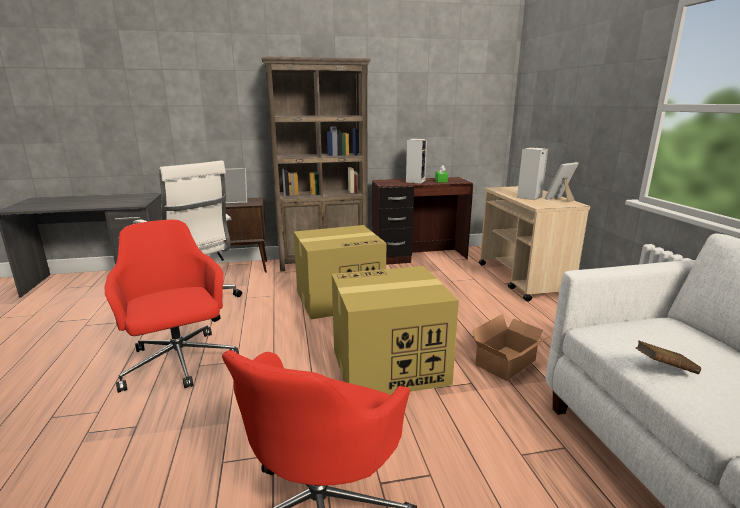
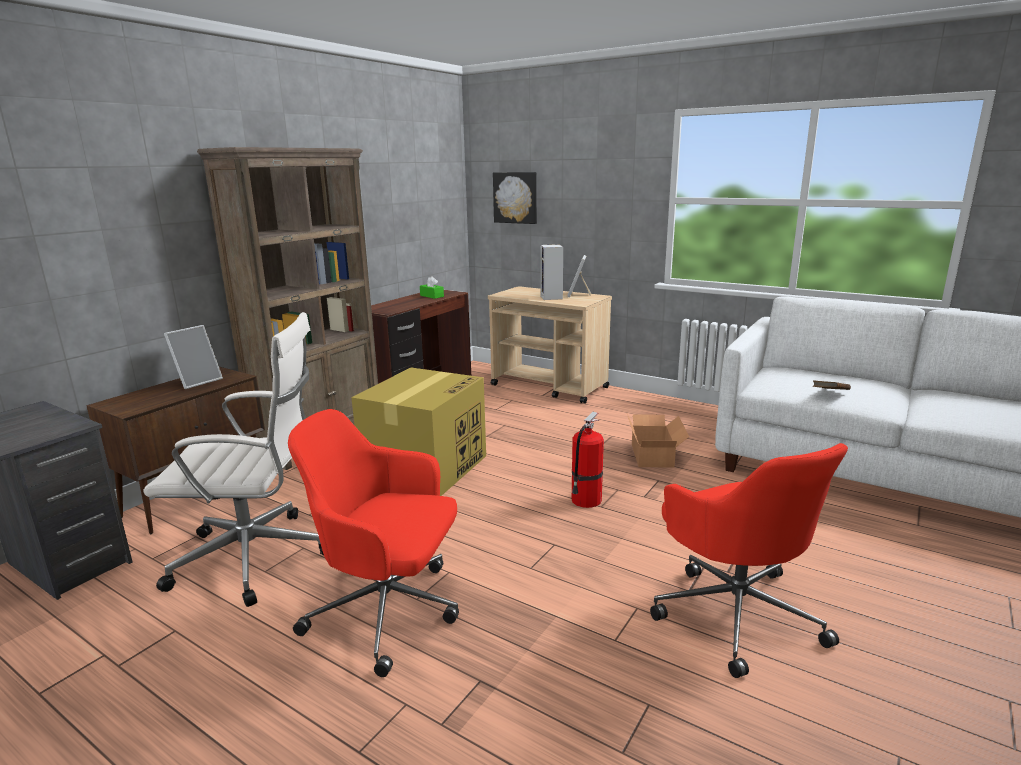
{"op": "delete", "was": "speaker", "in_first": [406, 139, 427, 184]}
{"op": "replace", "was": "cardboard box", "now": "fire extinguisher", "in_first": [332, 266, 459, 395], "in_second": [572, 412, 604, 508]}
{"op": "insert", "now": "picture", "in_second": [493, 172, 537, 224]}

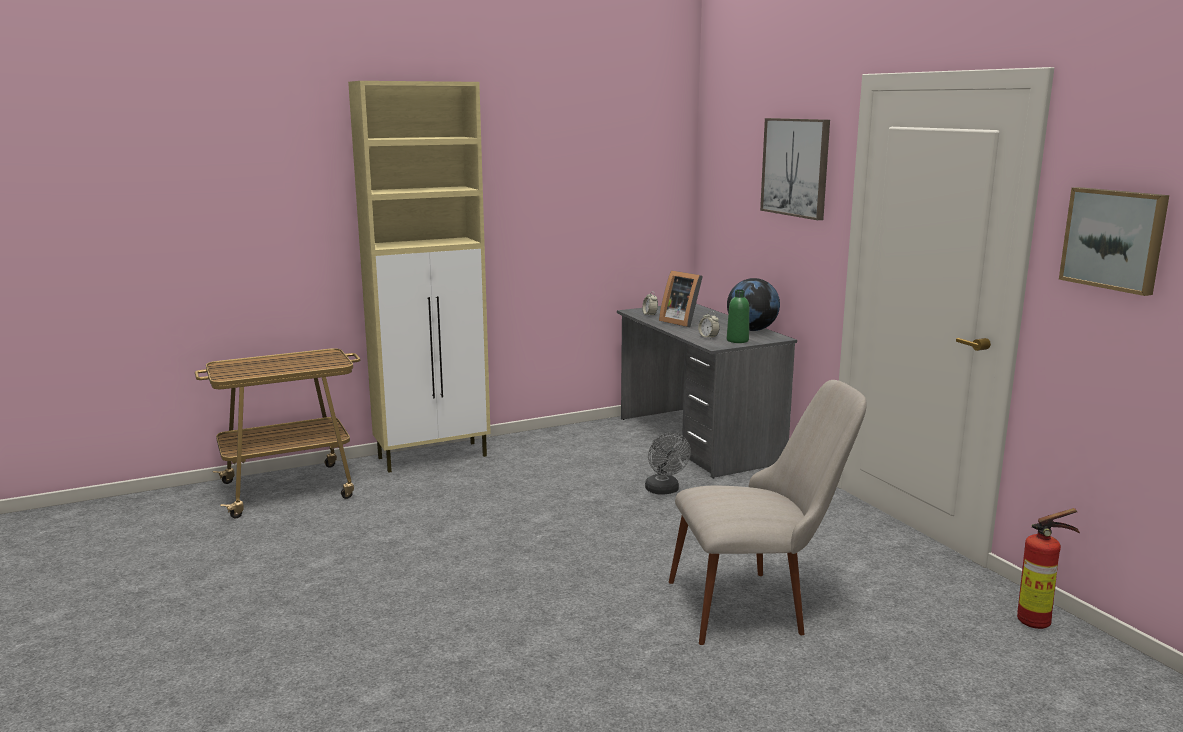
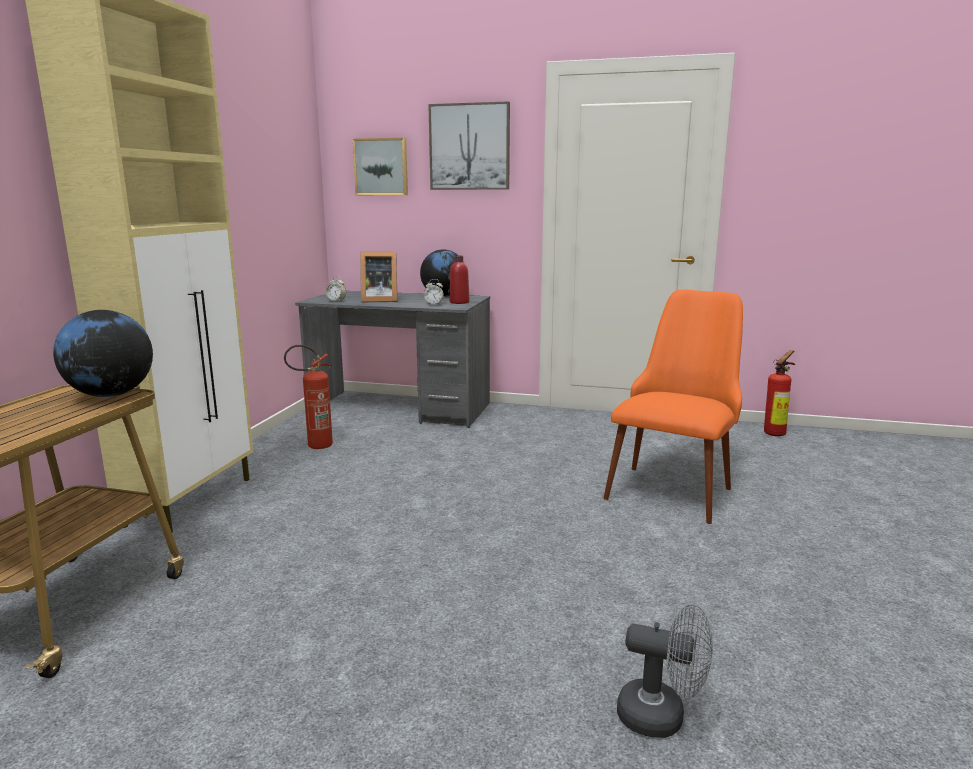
{"op": "move", "was": "picture", "in_first": [1059, 187, 1169, 296], "in_second": [353, 138, 408, 195]}
{"op": "recolor", "was": "green bottle", "now": "red bottle", "in_first": [727, 289, 749, 343], "in_second": [450, 256, 469, 304]}
{"op": "recolor", "was": "beige chair", "now": "orange chair", "in_first": [669, 380, 867, 645], "in_second": [604, 289, 743, 524]}
{"op": "move", "was": "grey fan", "in_first": [645, 432, 691, 495], "in_second": [617, 604, 713, 738]}
{"op": "insert", "now": "globe", "in_second": [53, 310, 153, 397]}
{"op": "insert", "now": "fire extinguisher", "in_second": [284, 345, 333, 449]}

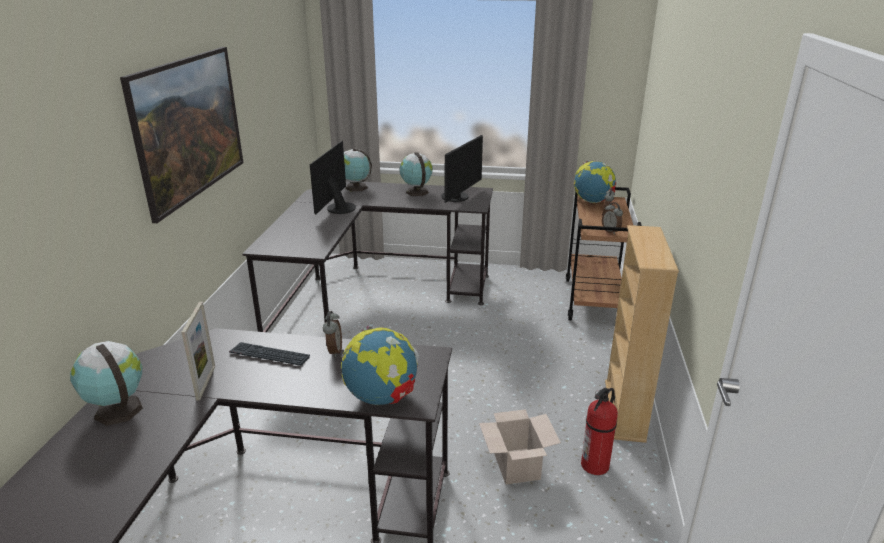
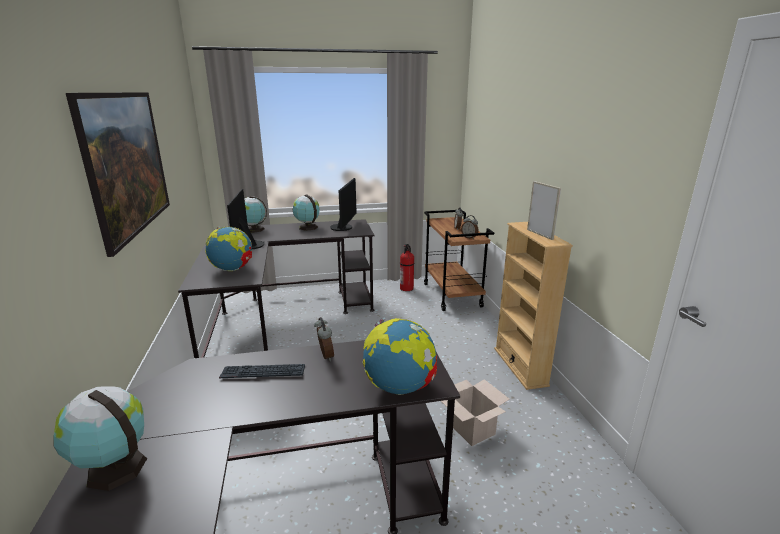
{"op": "move", "was": "globe", "in_first": [574, 160, 616, 203], "in_second": [205, 227, 252, 271]}
{"op": "move", "was": "picture frame", "in_first": [181, 302, 215, 400], "in_second": [527, 181, 561, 240]}
{"op": "move", "was": "fire extinguisher", "in_first": [581, 388, 618, 475], "in_second": [400, 244, 414, 291]}

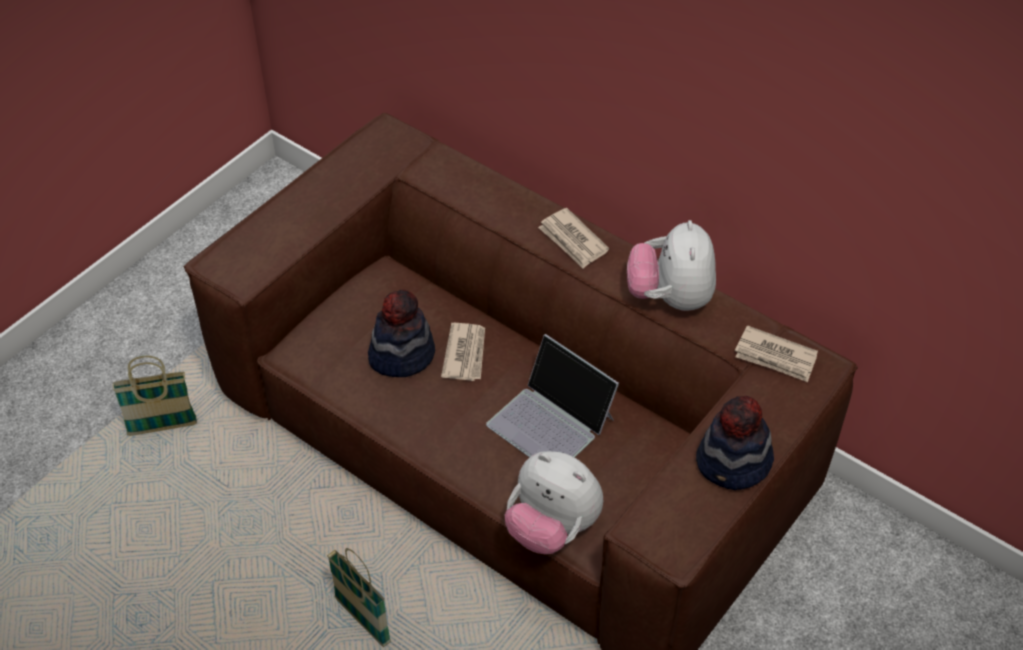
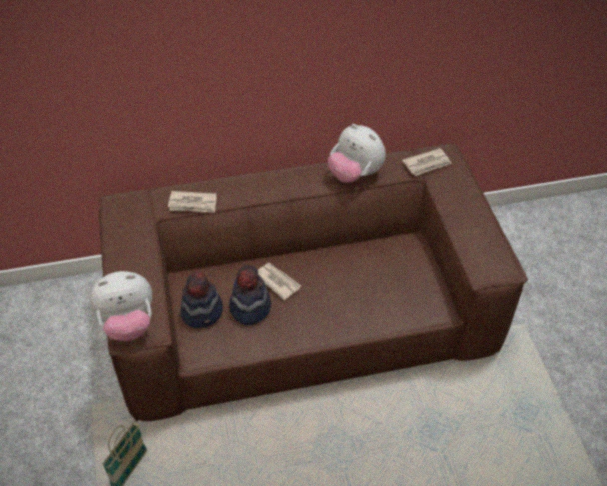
{"op": "move", "was": "newspaper", "in_first": [538, 208, 609, 269], "in_second": [168, 191, 217, 213]}
{"op": "delete", "was": "laptop", "in_first": [486, 334, 619, 457]}
{"op": "move", "was": "hat", "in_first": [696, 396, 774, 490], "in_second": [180, 272, 223, 328]}
{"op": "move", "was": "plush toy", "in_first": [505, 451, 603, 554], "in_second": [90, 271, 152, 341]}
{"op": "delete", "was": "basket", "in_first": [327, 548, 391, 647]}

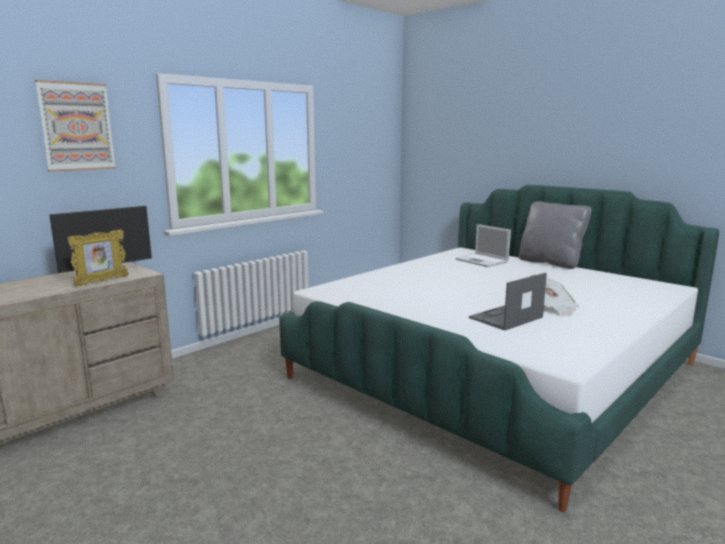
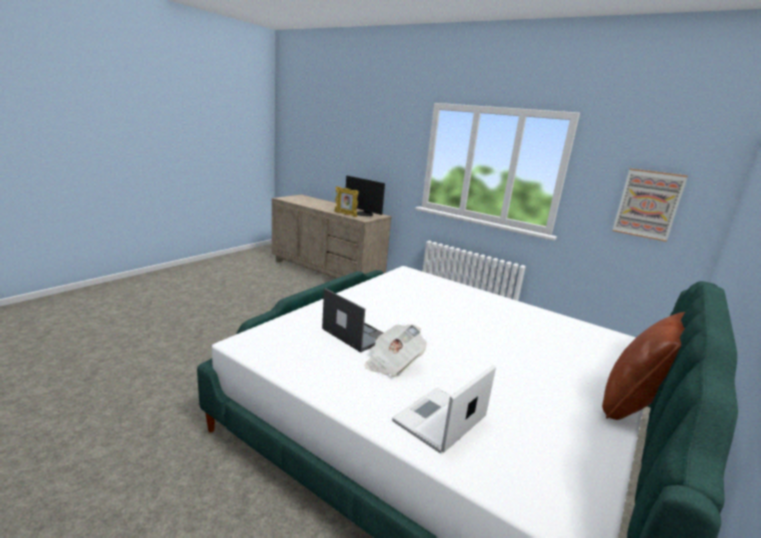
{"op": "move", "was": "picture", "in_first": [35, 80, 116, 172], "in_second": [612, 168, 688, 242]}
{"op": "recolor", "was": "grey pillow", "now": "brown pillow", "in_first": [519, 201, 591, 269], "in_second": [602, 312, 685, 420]}
{"op": "move", "was": "laptop", "in_first": [455, 224, 511, 267], "in_second": [392, 365, 496, 453]}

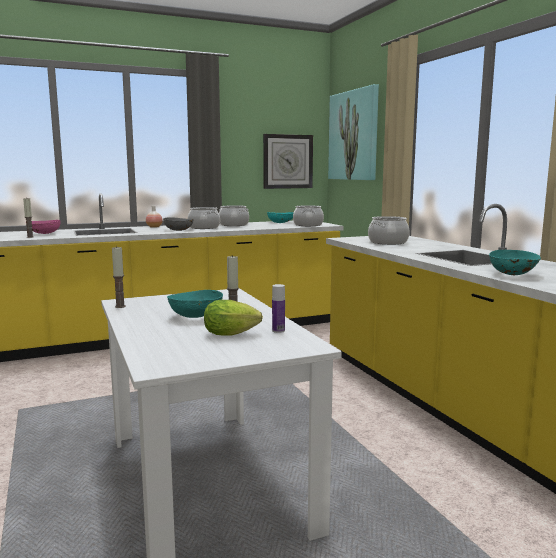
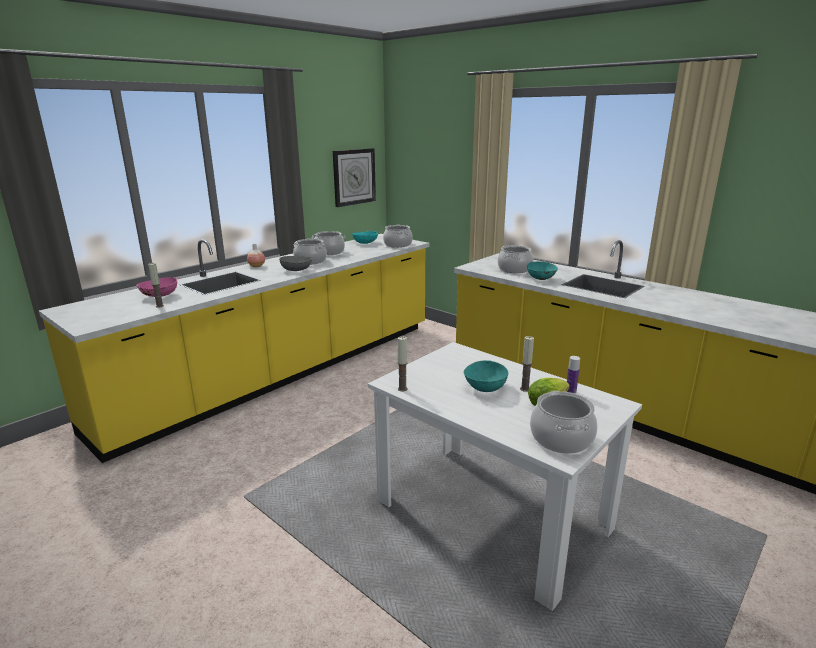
{"op": "delete", "was": "picture", "in_first": [328, 84, 379, 180]}
{"op": "move", "was": "turquoise bowl", "in_first": [489, 250, 541, 275], "in_second": [527, 261, 558, 280]}
{"op": "insert", "now": "cooking pot", "in_second": [530, 391, 597, 454]}

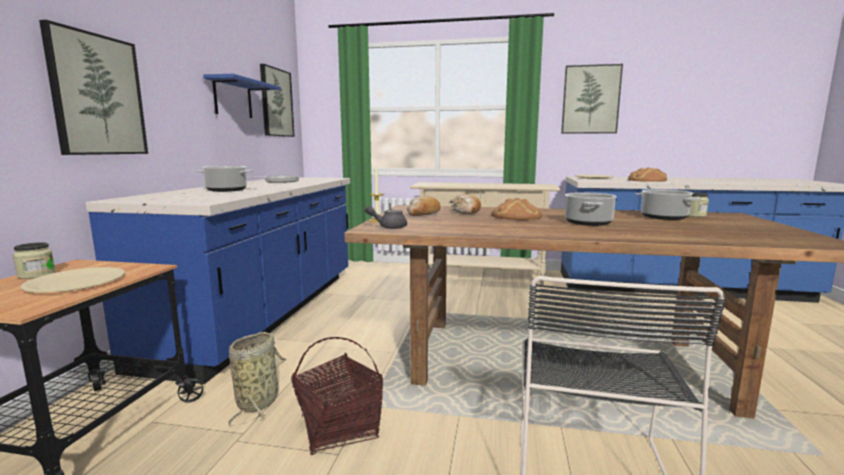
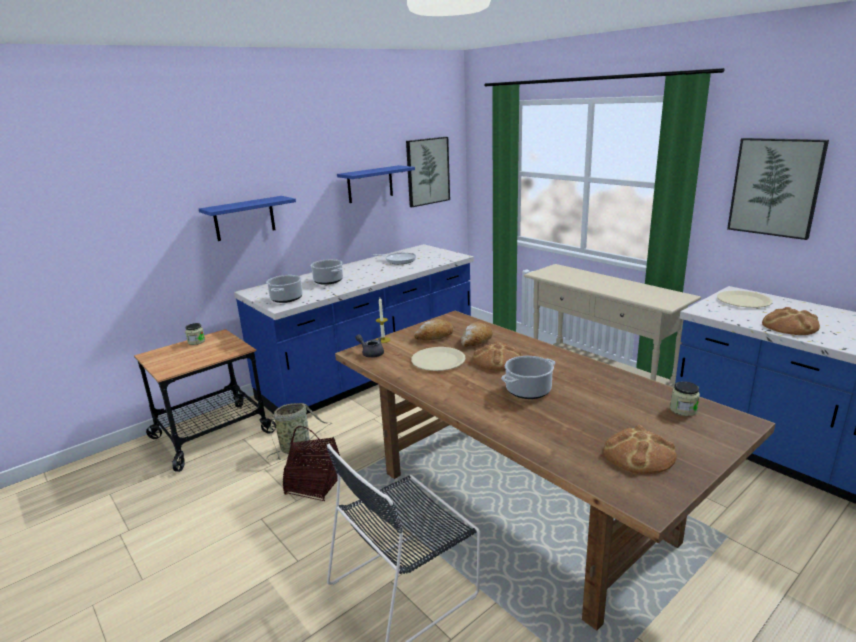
{"op": "replace", "was": "picture", "now": "blue shelf", "in_first": [39, 20, 148, 155], "in_second": [199, 196, 296, 241]}
{"op": "move", "was": "cooking pot", "in_first": [635, 189, 701, 220], "in_second": [266, 275, 303, 303]}
{"op": "move", "was": "beige plate", "in_first": [20, 267, 125, 293], "in_second": [411, 347, 466, 371]}
{"op": "insert", "now": "bread", "in_second": [603, 425, 676, 474]}

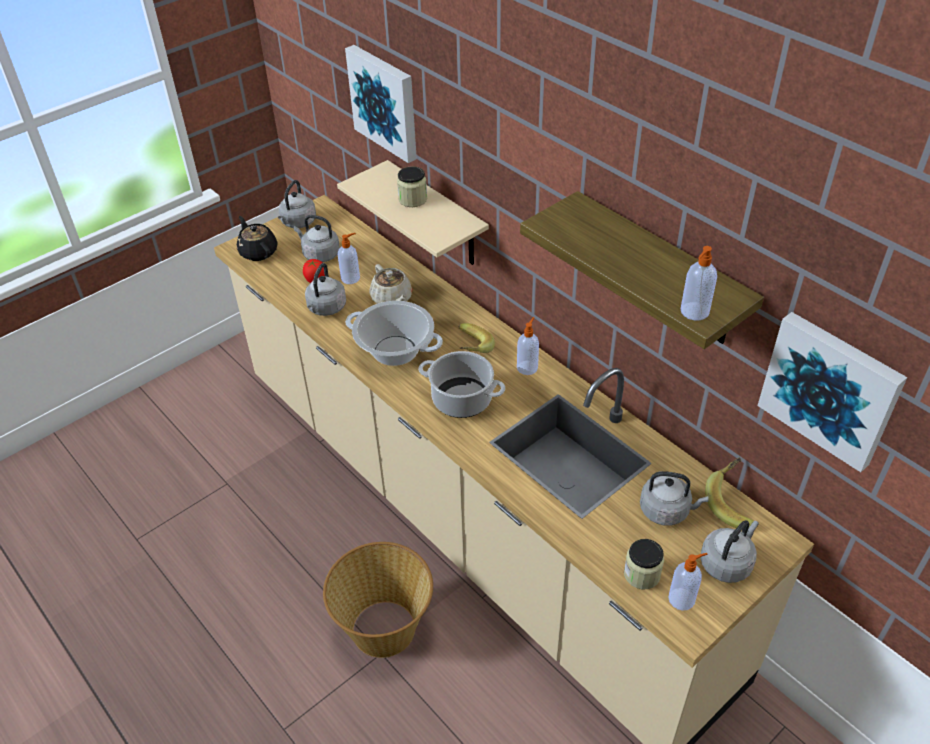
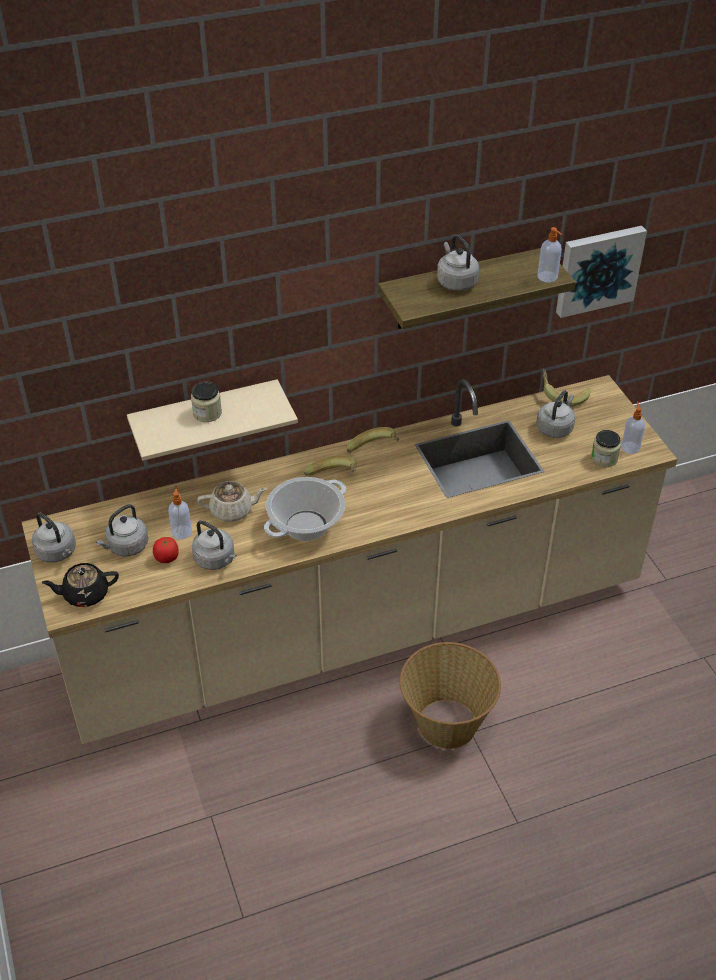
{"op": "delete", "was": "picture", "in_first": [345, 45, 417, 163]}
{"op": "replace", "was": "soap dispenser", "now": "banana", "in_first": [517, 317, 539, 375], "in_second": [347, 427, 400, 453]}
{"op": "delete", "was": "cooking pot", "in_first": [419, 351, 505, 418]}
{"op": "move", "was": "grey kettle", "in_first": [700, 520, 759, 583], "in_second": [437, 235, 479, 291]}

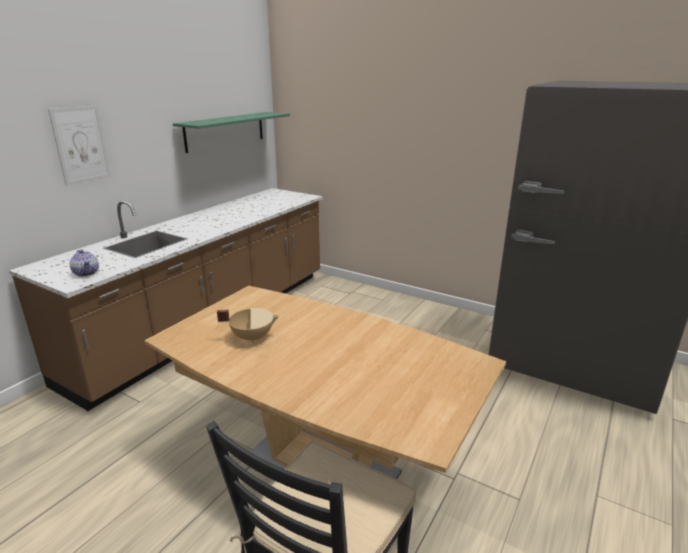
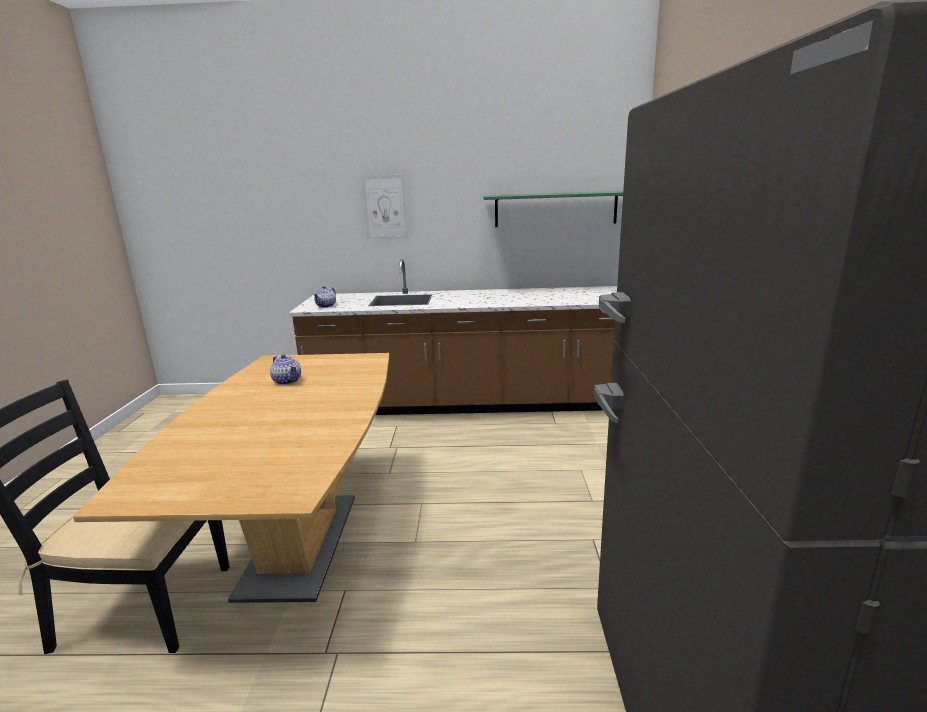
{"op": "replace", "was": "beige cooking pot", "now": "teapot", "in_first": [217, 308, 279, 343], "in_second": [270, 354, 301, 385]}

